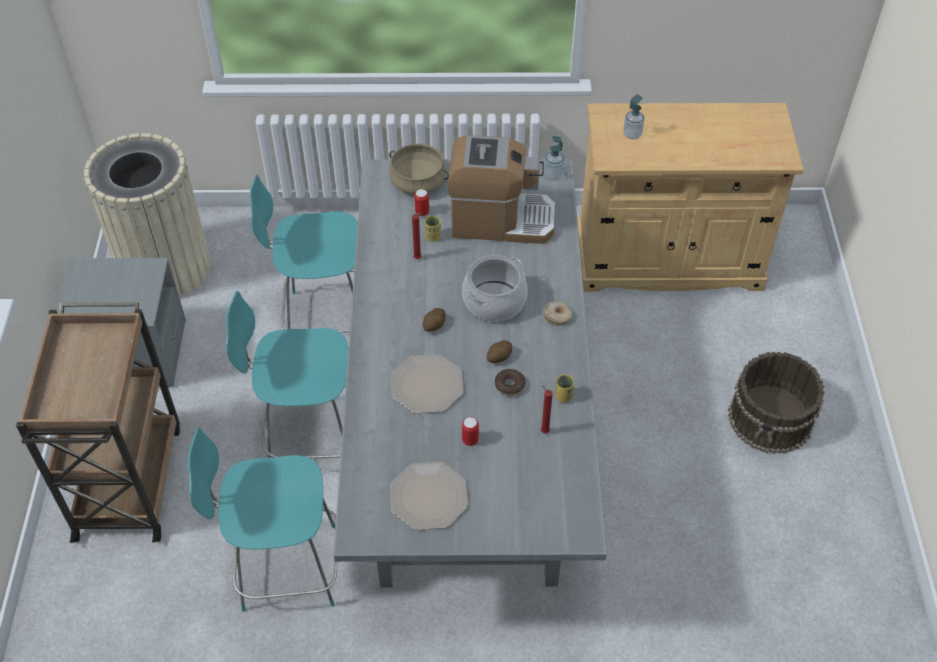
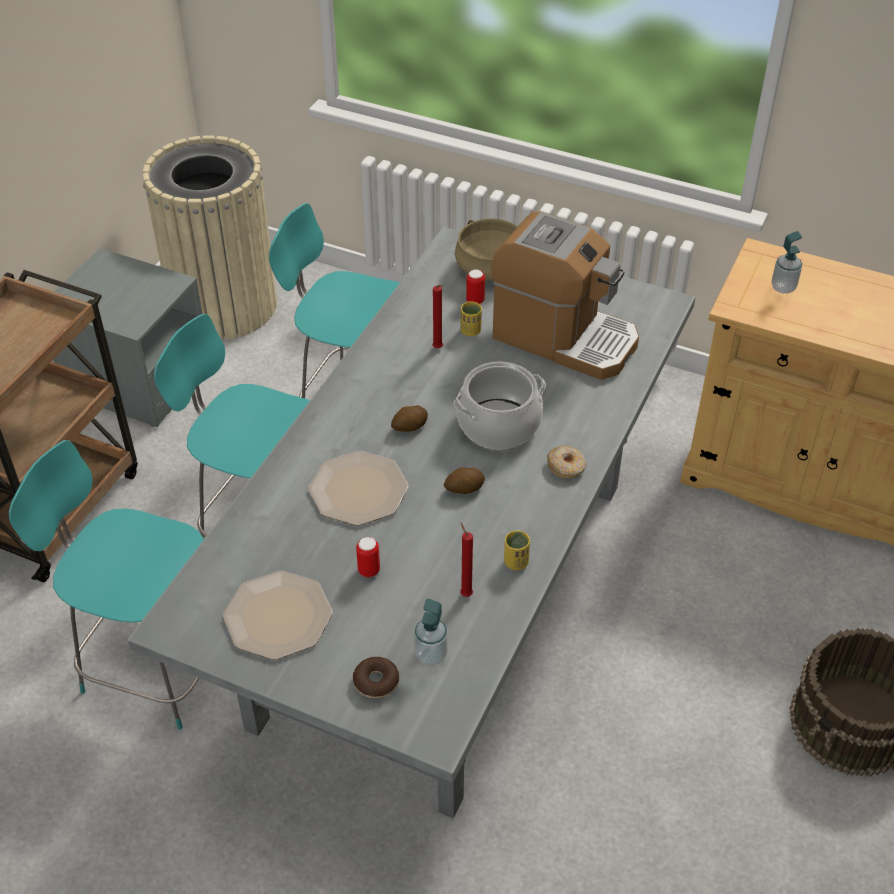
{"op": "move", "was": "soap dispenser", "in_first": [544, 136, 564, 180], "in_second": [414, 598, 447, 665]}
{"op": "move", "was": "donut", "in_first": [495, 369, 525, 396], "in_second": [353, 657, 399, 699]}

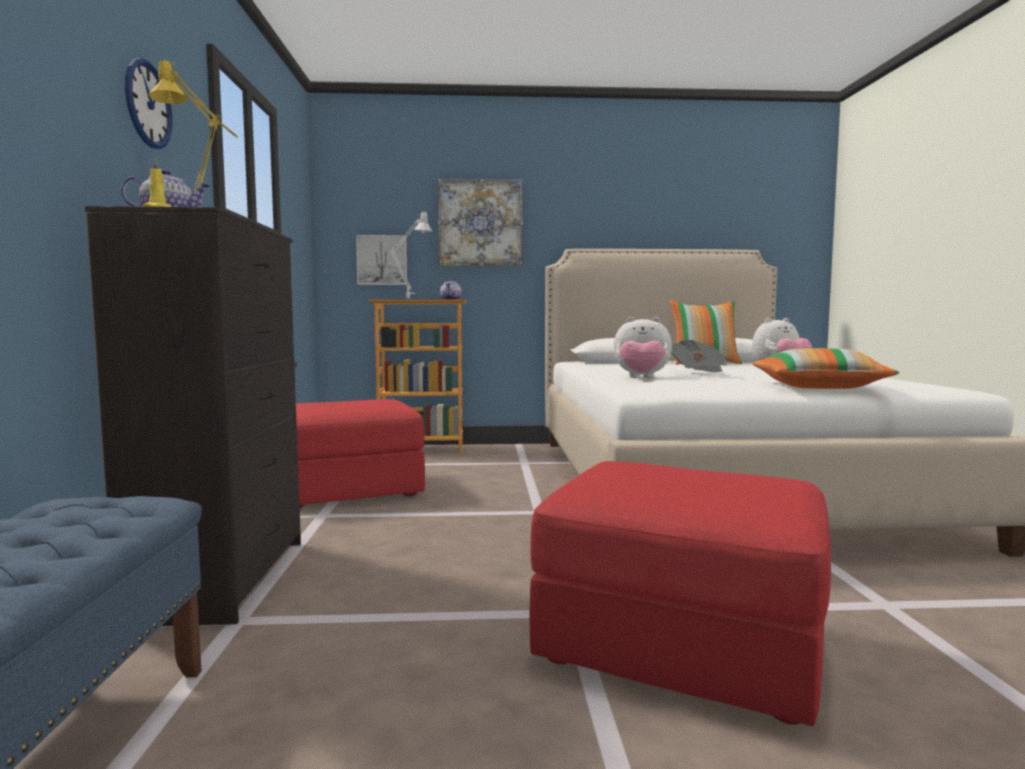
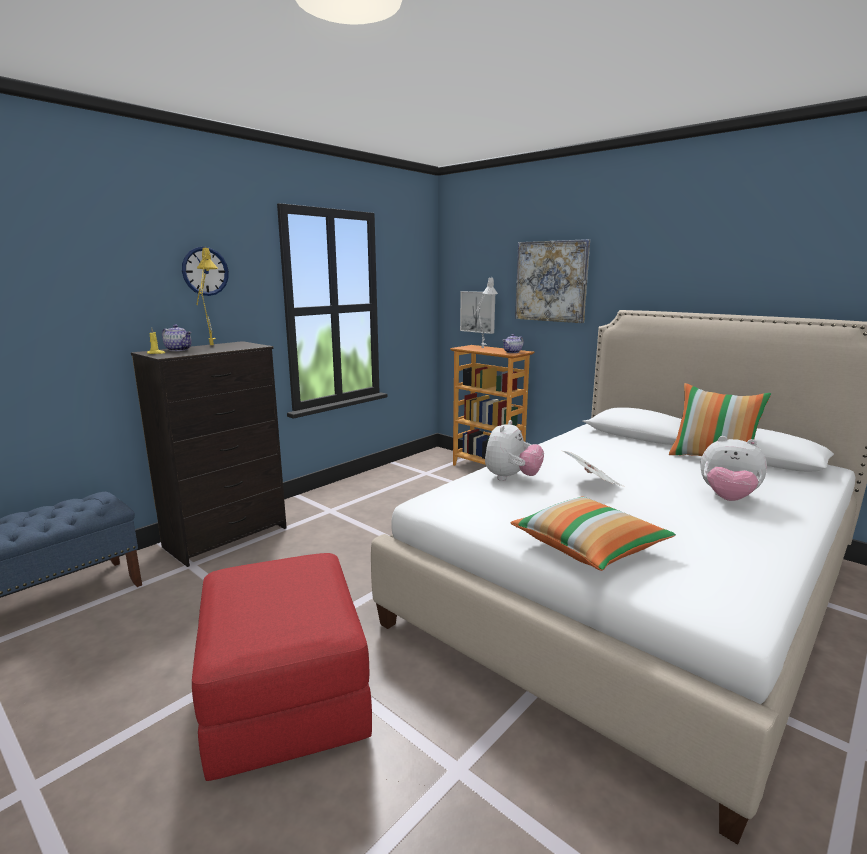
{"op": "rotate", "was": "plush toy", "in_first": [613, 317, 672, 378], "in_second": [485, 420, 544, 481], "clockwise": -120}
{"op": "delete", "was": "red ottoman", "in_first": [296, 399, 425, 508]}

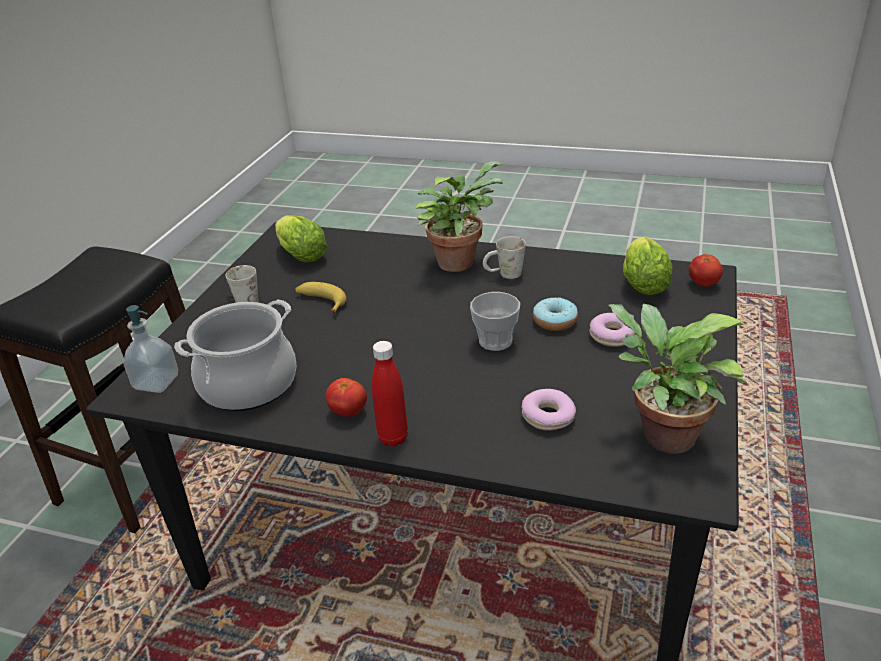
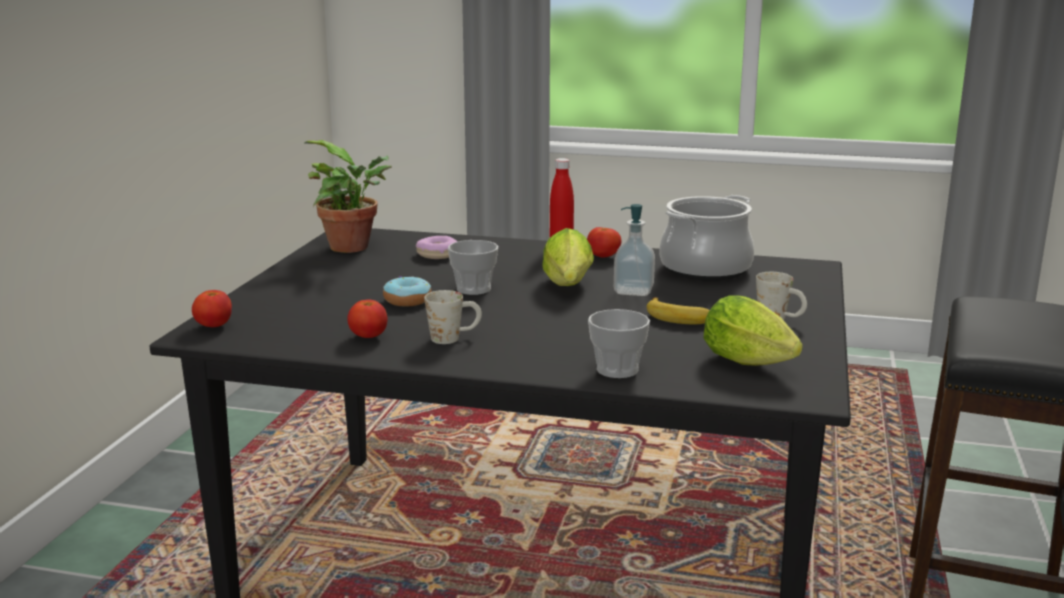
{"op": "delete", "was": "potted plant", "in_first": [416, 161, 503, 272]}
{"op": "move", "was": "lettuce", "in_first": [623, 237, 673, 295], "in_second": [542, 228, 594, 286]}
{"op": "move", "was": "soap dispenser", "in_first": [123, 305, 178, 393], "in_second": [614, 204, 655, 296]}
{"op": "delete", "was": "donut", "in_first": [590, 313, 635, 347]}
{"op": "insert", "now": "tomato", "in_second": [347, 299, 388, 338]}
{"op": "insert", "now": "cup", "in_second": [588, 309, 650, 378]}

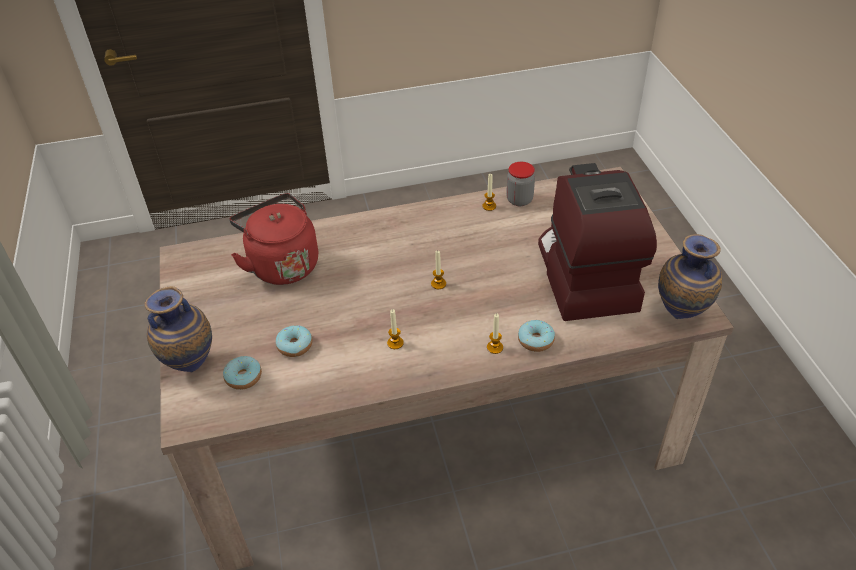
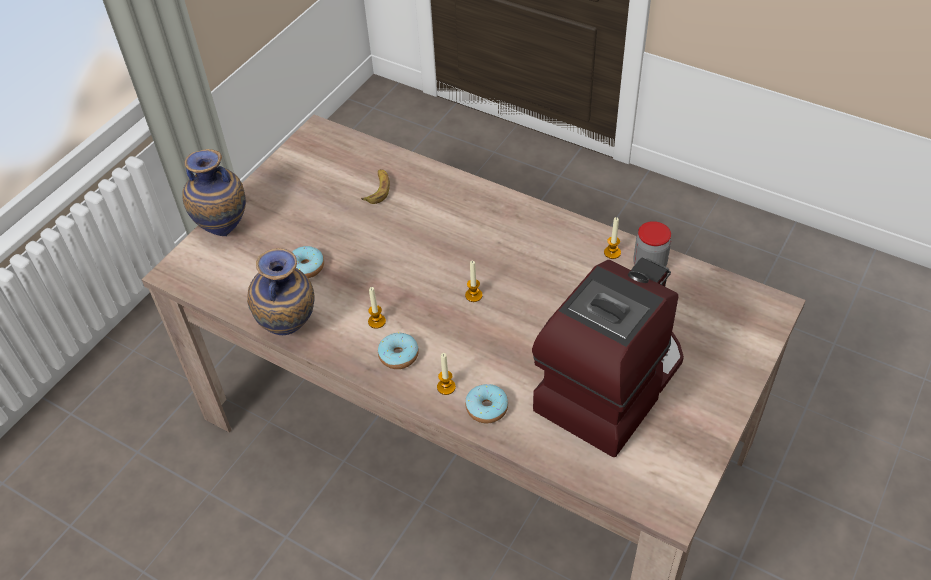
{"op": "replace", "was": "red kettle", "now": "banana", "in_first": [229, 193, 318, 285], "in_second": [361, 169, 390, 204]}
{"op": "move", "was": "vase", "in_first": [658, 234, 722, 319], "in_second": [247, 248, 315, 335]}
{"op": "move", "was": "donut", "in_first": [223, 356, 262, 390], "in_second": [378, 332, 419, 369]}

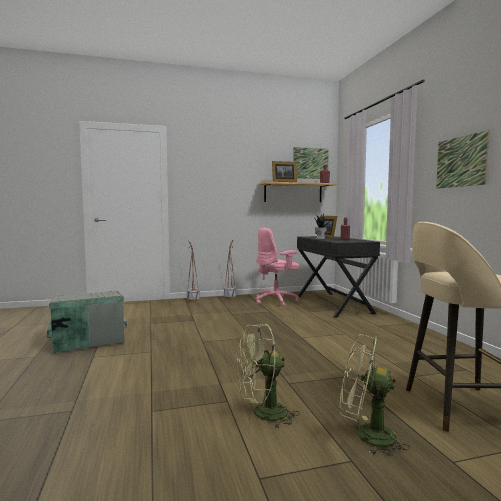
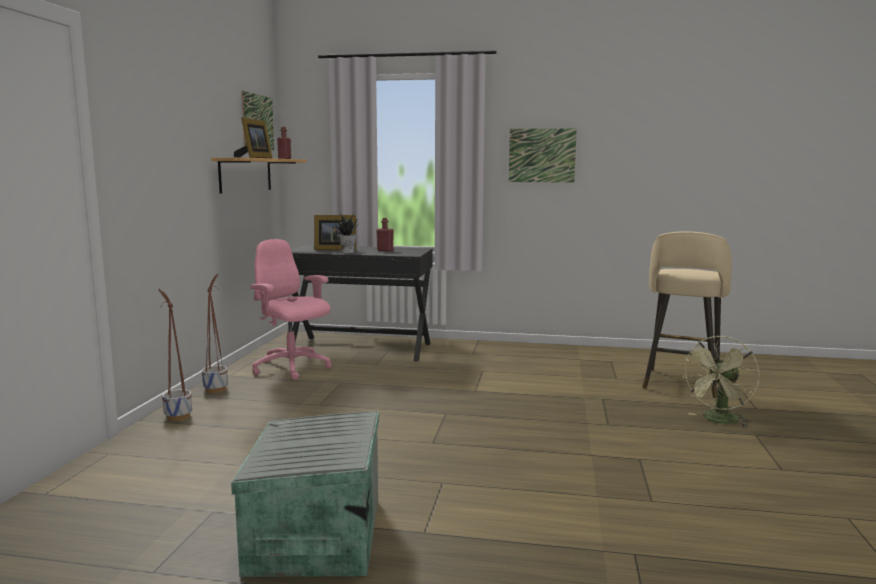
{"op": "rotate", "was": "pink office chair", "in_first": [256, 228, 300, 307], "in_second": [250, 239, 332, 380], "clockwise": 135}
{"op": "delete", "was": "green fan", "in_first": [237, 324, 300, 429]}

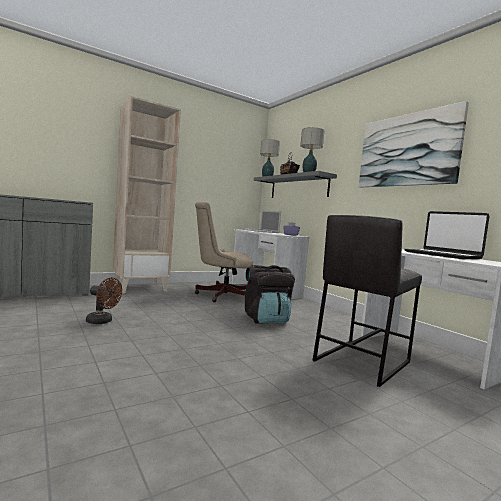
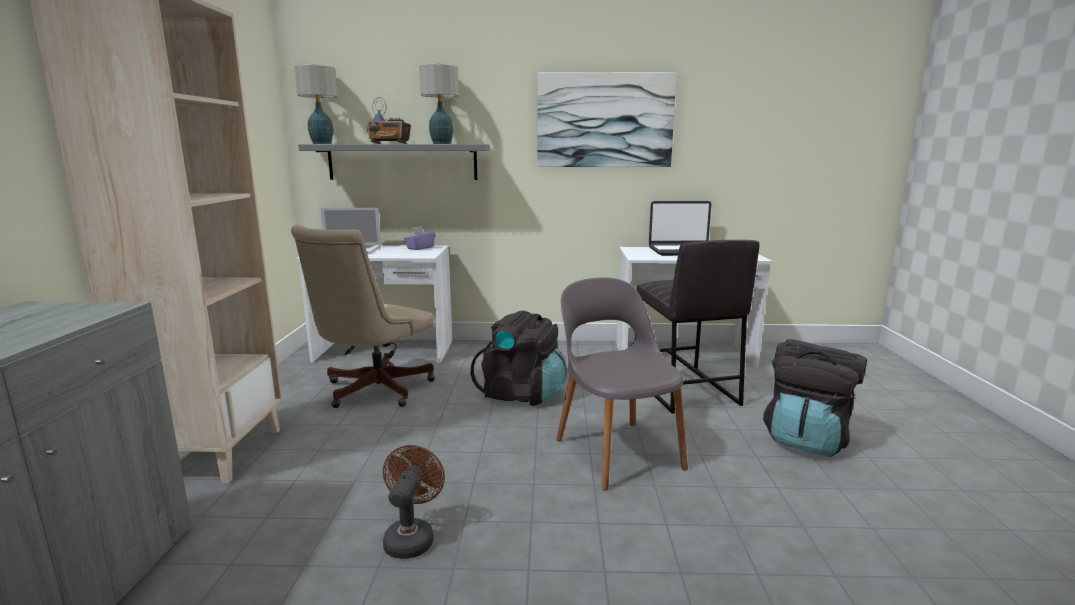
{"op": "rotate", "was": "brown fan", "in_first": [86, 278, 122, 324], "in_second": [383, 445, 445, 559], "clockwise": -45}
{"op": "insert", "now": "grey chair", "in_second": [556, 277, 688, 491]}
{"op": "insert", "now": "black backpack", "in_second": [763, 339, 867, 457]}

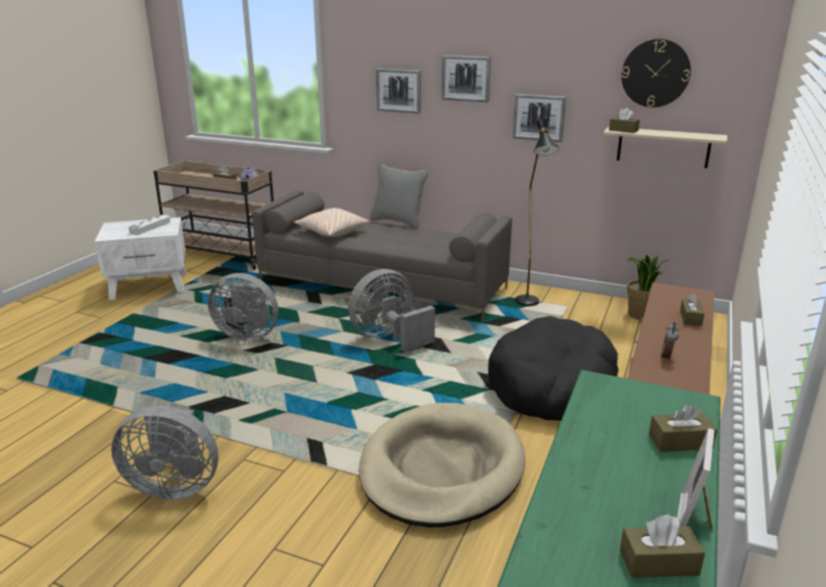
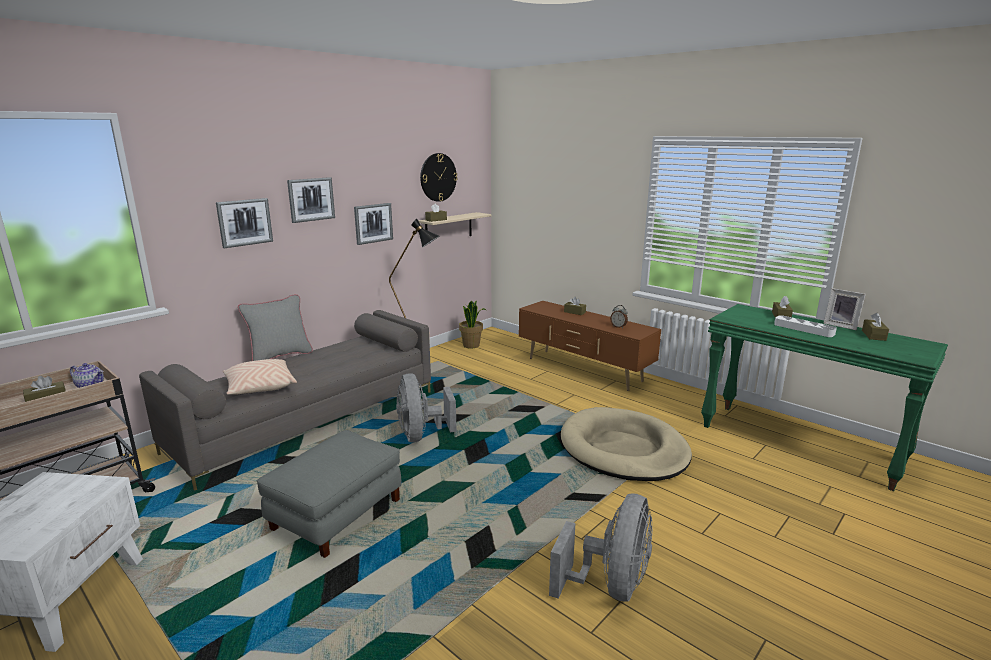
{"op": "move", "was": "white tray", "in_first": [128, 215, 170, 235], "in_second": [774, 315, 837, 337]}
{"op": "replace", "was": "grey fan", "now": "grey ottoman", "in_first": [208, 273, 278, 341], "in_second": [257, 430, 401, 558]}
{"op": "delete", "was": "black dog bed", "in_first": [488, 316, 619, 421]}

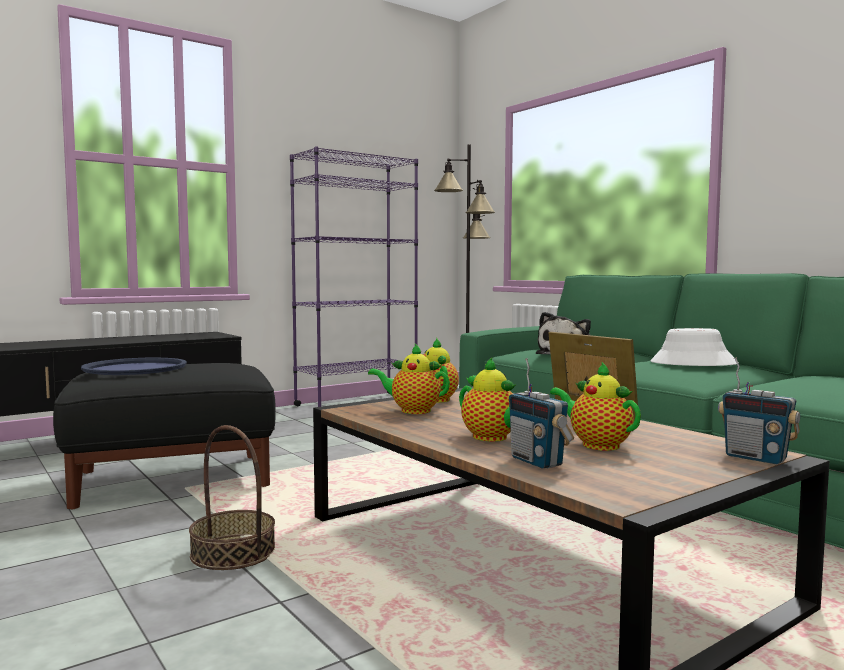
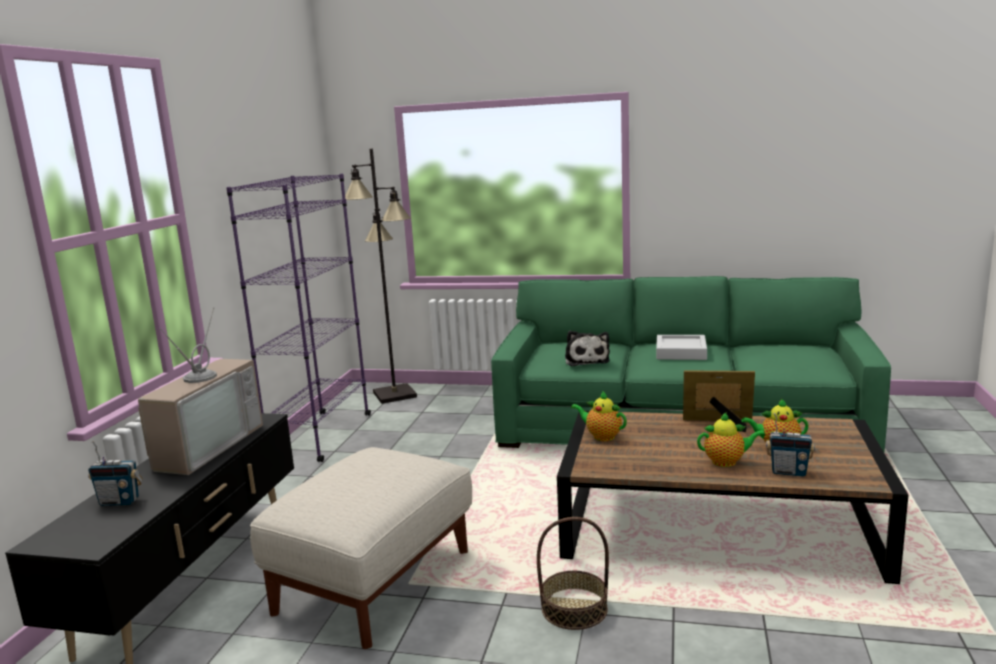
{"op": "replace", "was": "white hat", "now": "grey tray", "in_first": [650, 328, 739, 366], "in_second": [656, 335, 707, 360]}
{"op": "delete", "was": "teapot", "in_first": [368, 344, 450, 414]}
{"op": "move", "was": "radio", "in_first": [718, 357, 800, 464], "in_second": [88, 441, 143, 506]}
{"op": "delete", "was": "blue tray", "in_first": [81, 358, 187, 375]}
{"op": "recolor", "was": "black ottoman", "now": "beige ottoman", "in_first": [53, 363, 276, 509], "in_second": [250, 447, 472, 649]}
{"op": "insert", "now": "television", "in_second": [138, 307, 263, 475]}

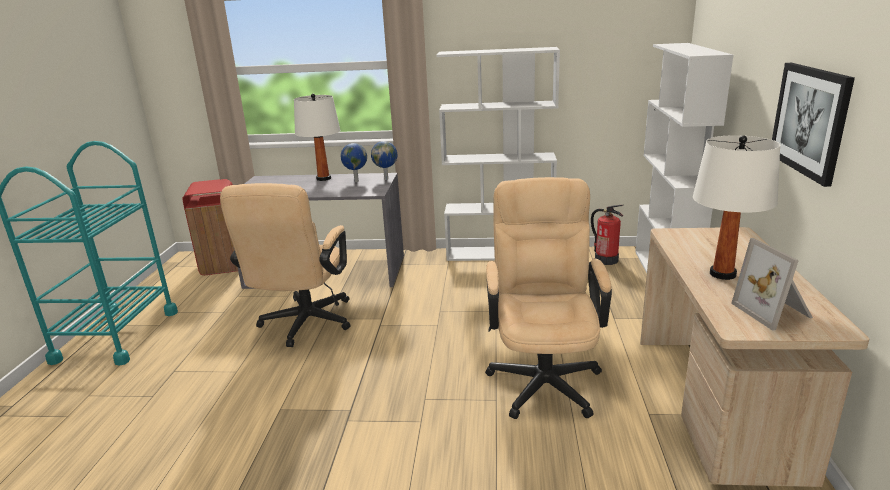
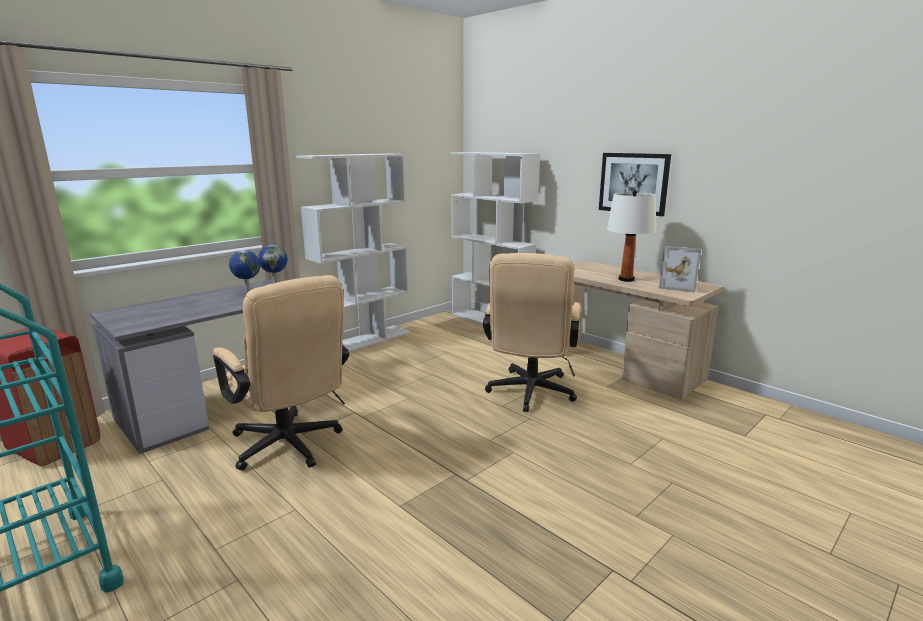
{"op": "delete", "was": "white table lamp", "in_first": [294, 94, 340, 181]}
{"op": "rotate", "was": "beige office chair", "in_first": [485, 177, 612, 419], "in_second": [483, 253, 581, 412], "clockwise": -120}
{"op": "delete", "was": "fire extinguisher", "in_first": [591, 205, 623, 265]}

